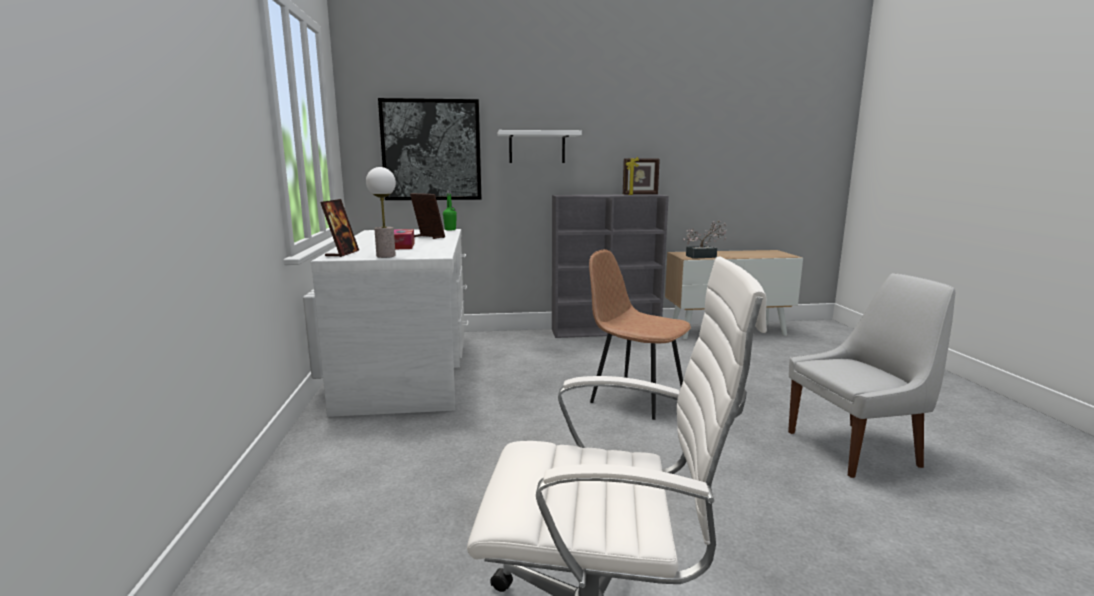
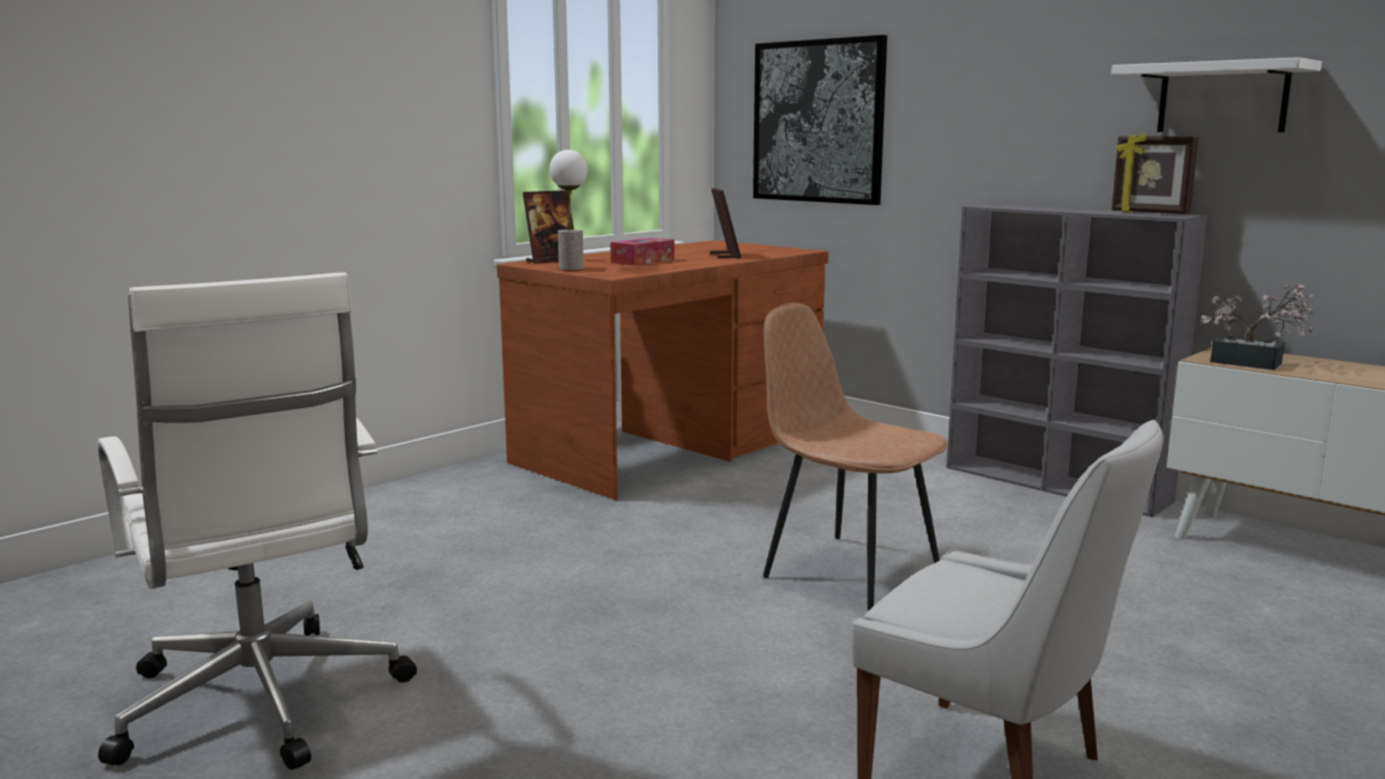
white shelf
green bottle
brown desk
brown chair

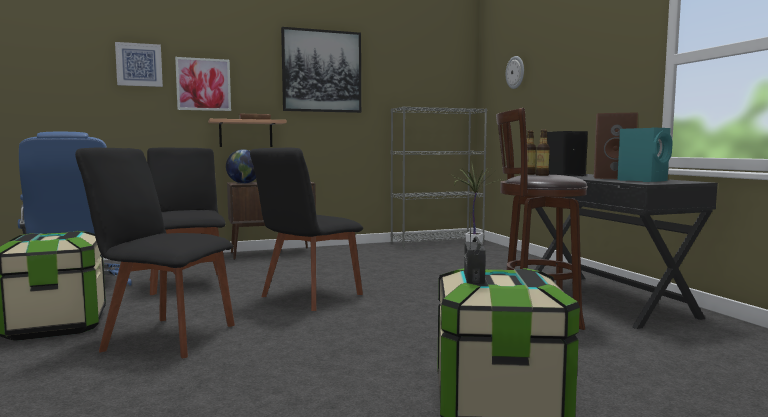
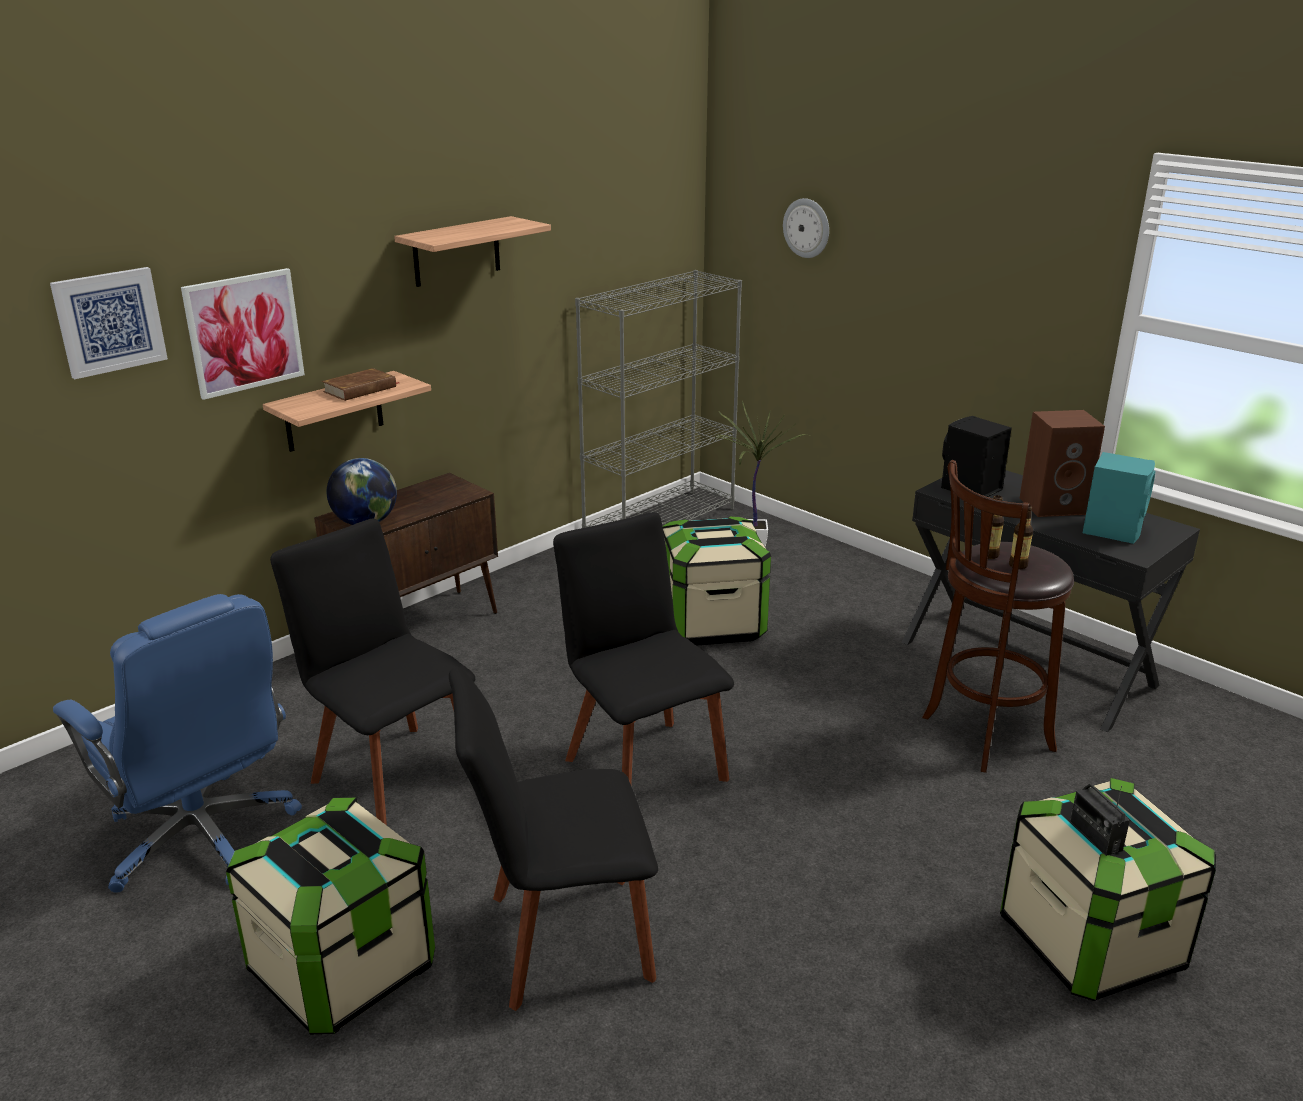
shelf (no. 2 from left)
black chair (no. 3 from left)
storage box (no. 2 from left)

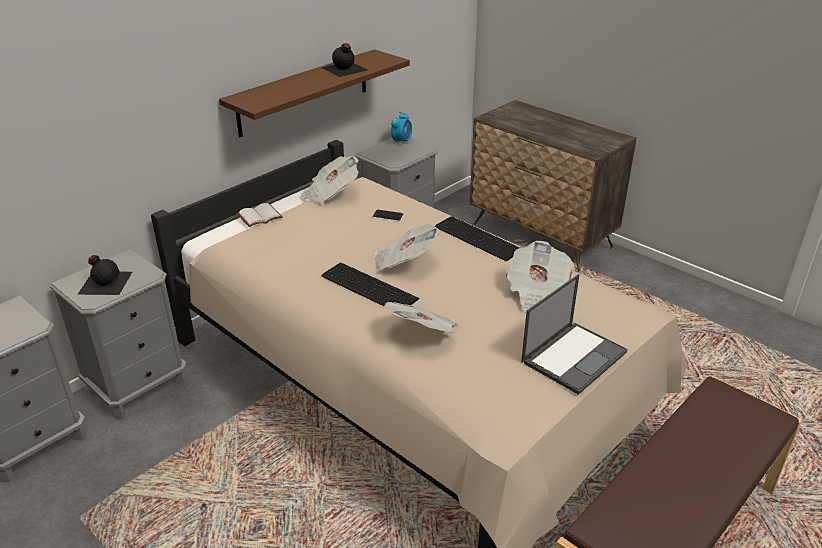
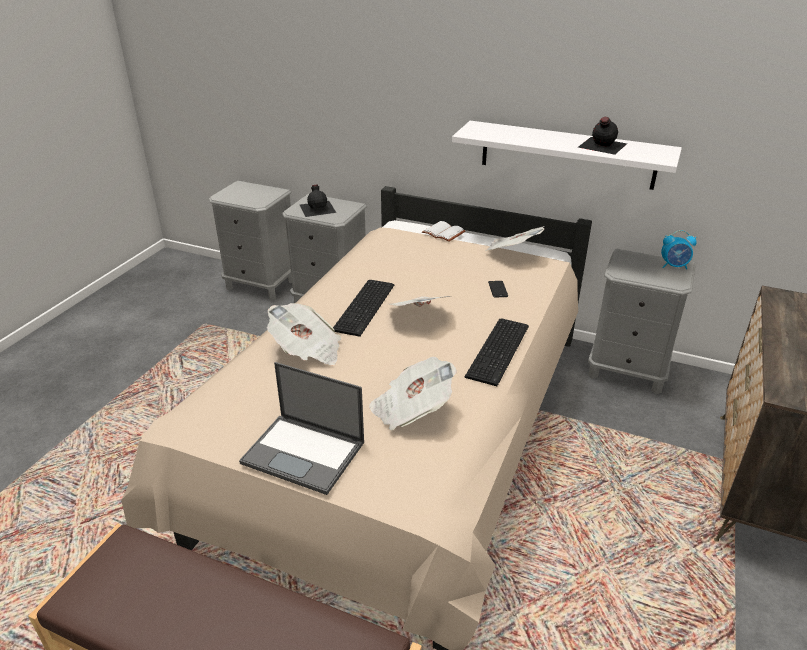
white shelf

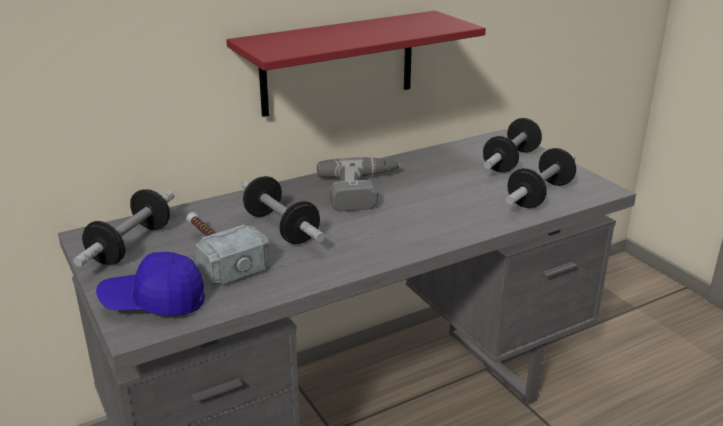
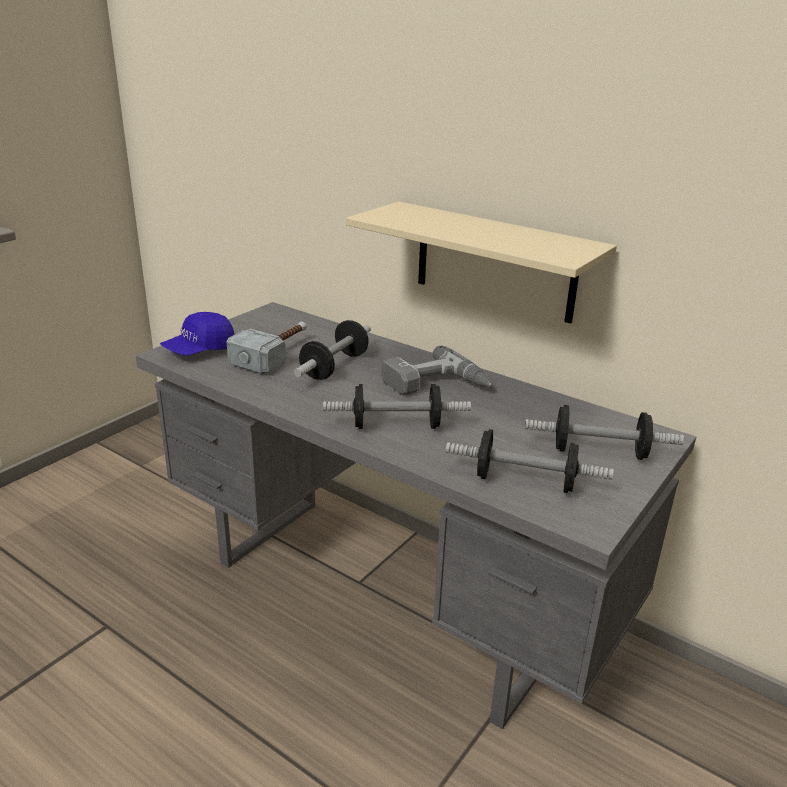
beige shelf
dumbbell (no. 2 from left)
blue cap

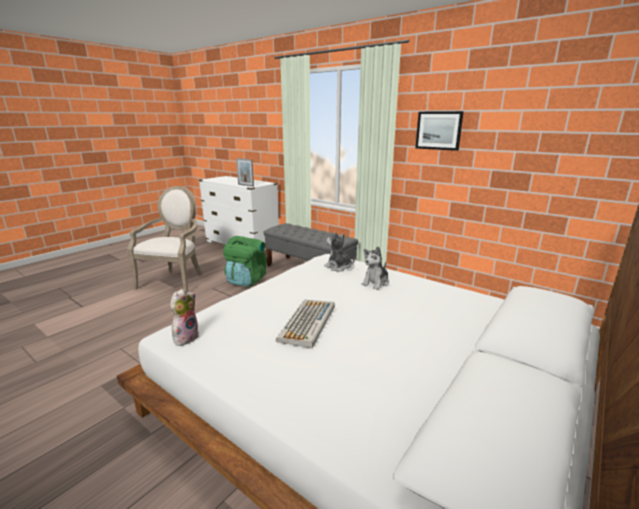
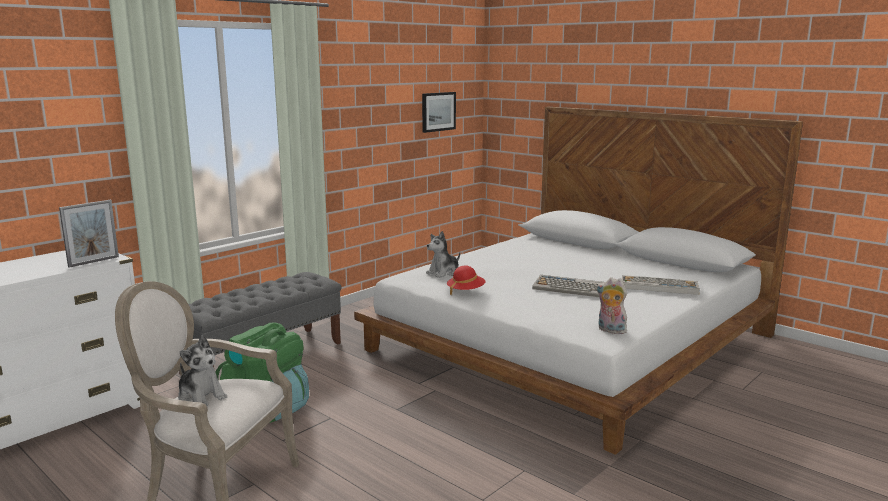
picture
plush toy (no. 1 from left)
red hat
keyboard (no. 2 from left)

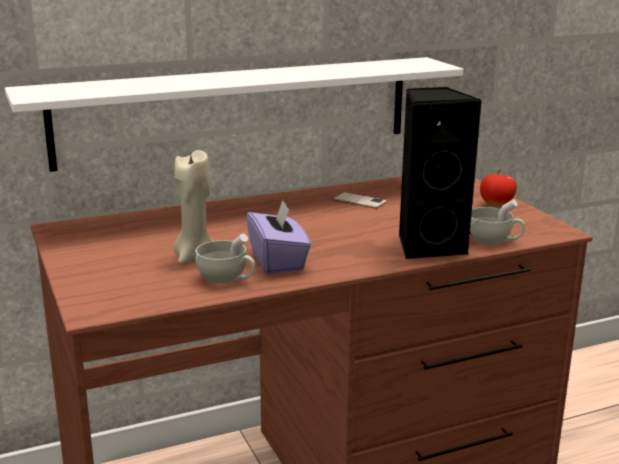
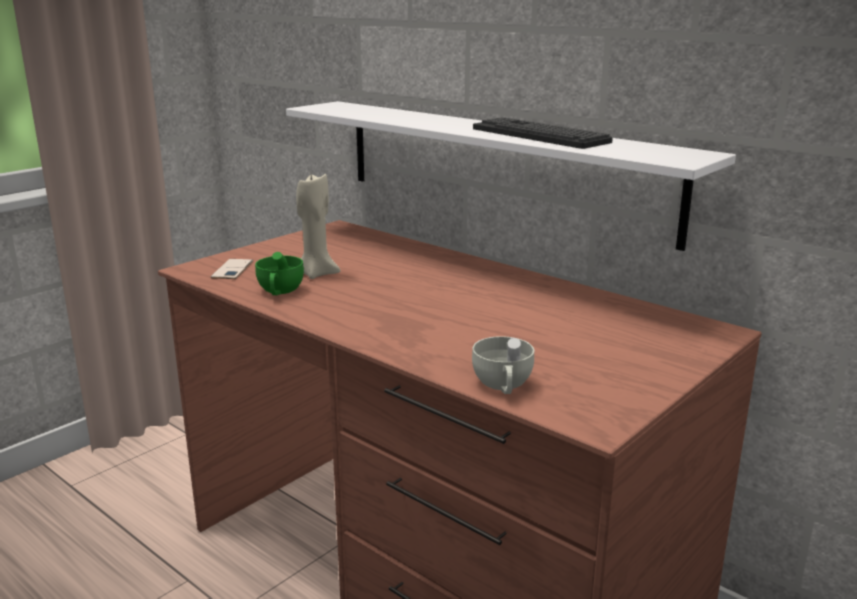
black speaker
apple
phone
purple tissue box
green cup
keyboard

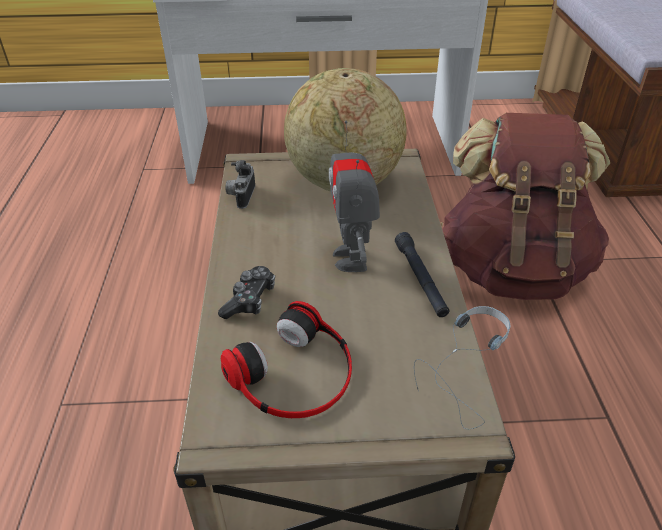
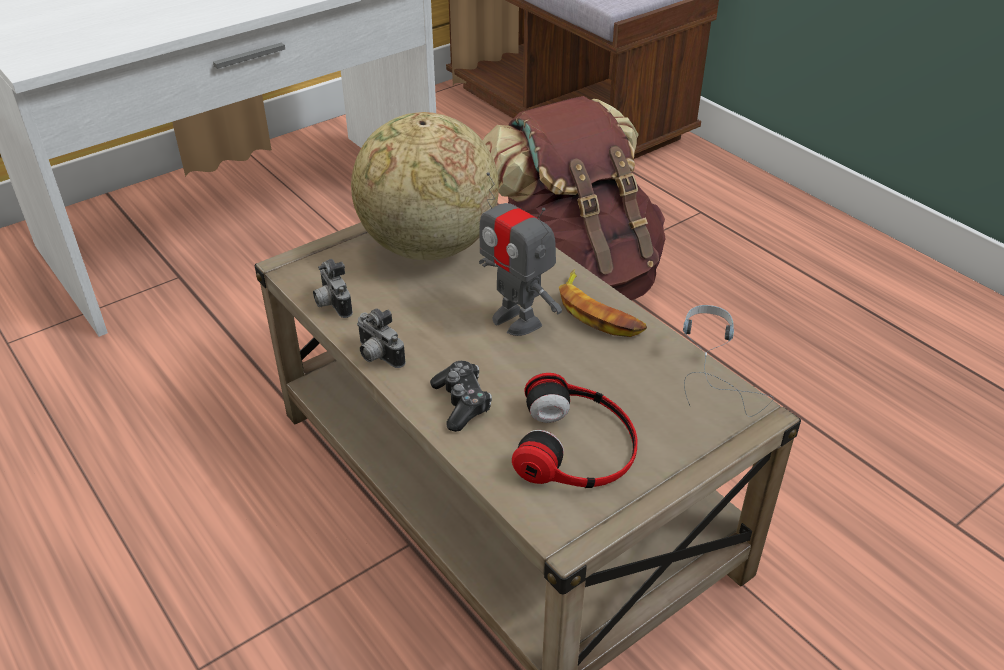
banana
photo camera (no. 2 from left)

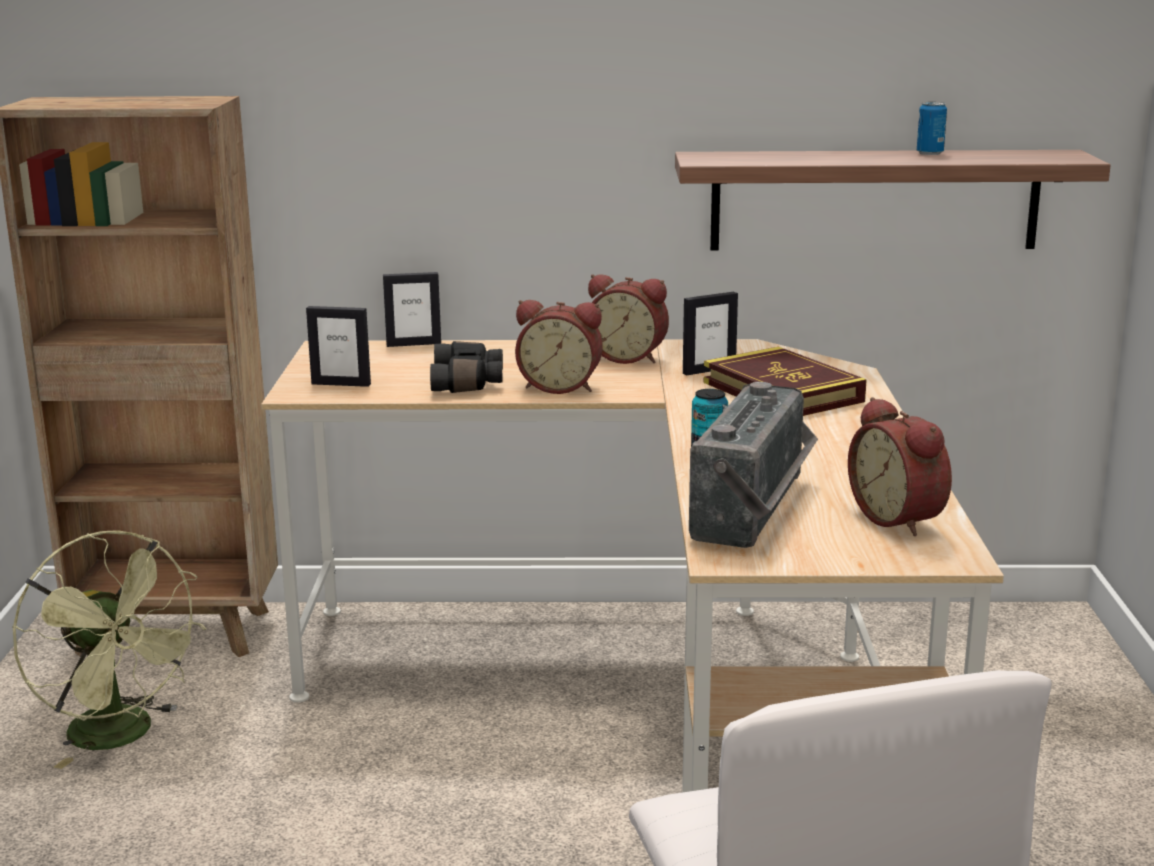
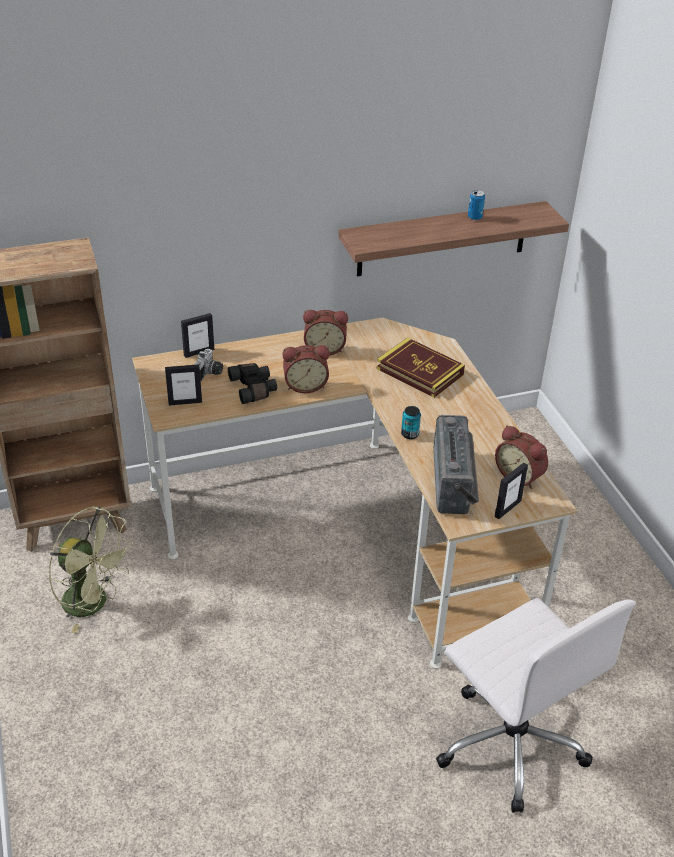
picture frame (no. 3 from left)
photo camera

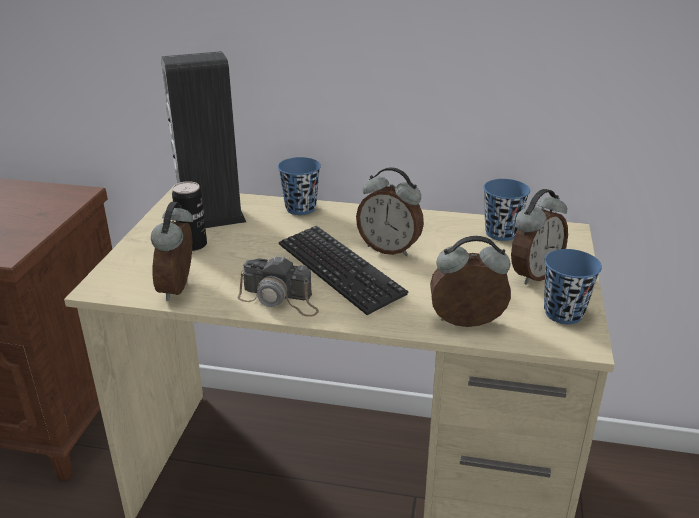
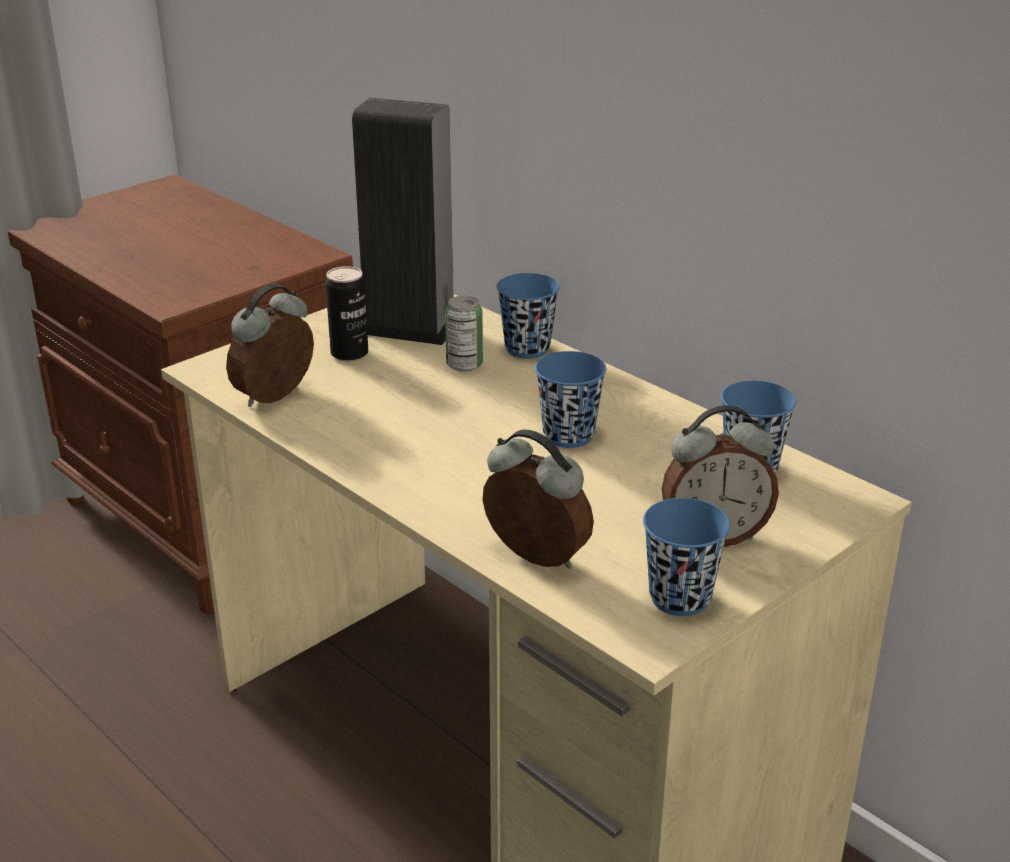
blue cup (no. 2 from left)
keyboard
photo camera
can (no. 2 from left)

